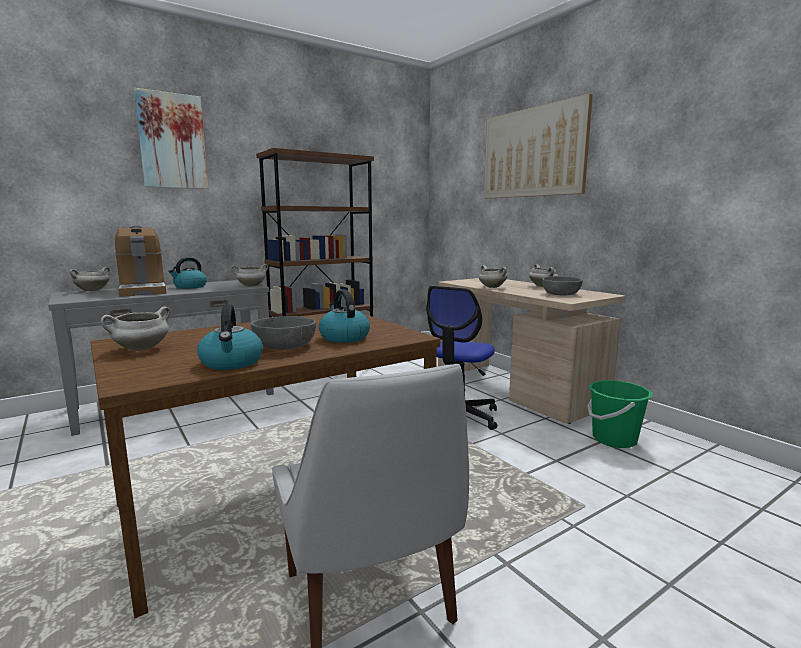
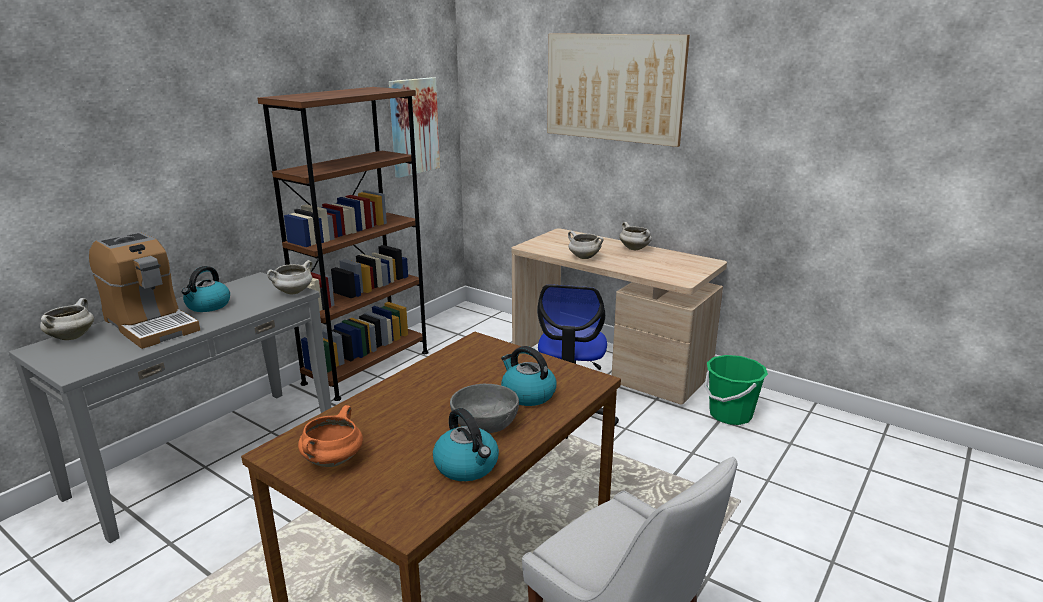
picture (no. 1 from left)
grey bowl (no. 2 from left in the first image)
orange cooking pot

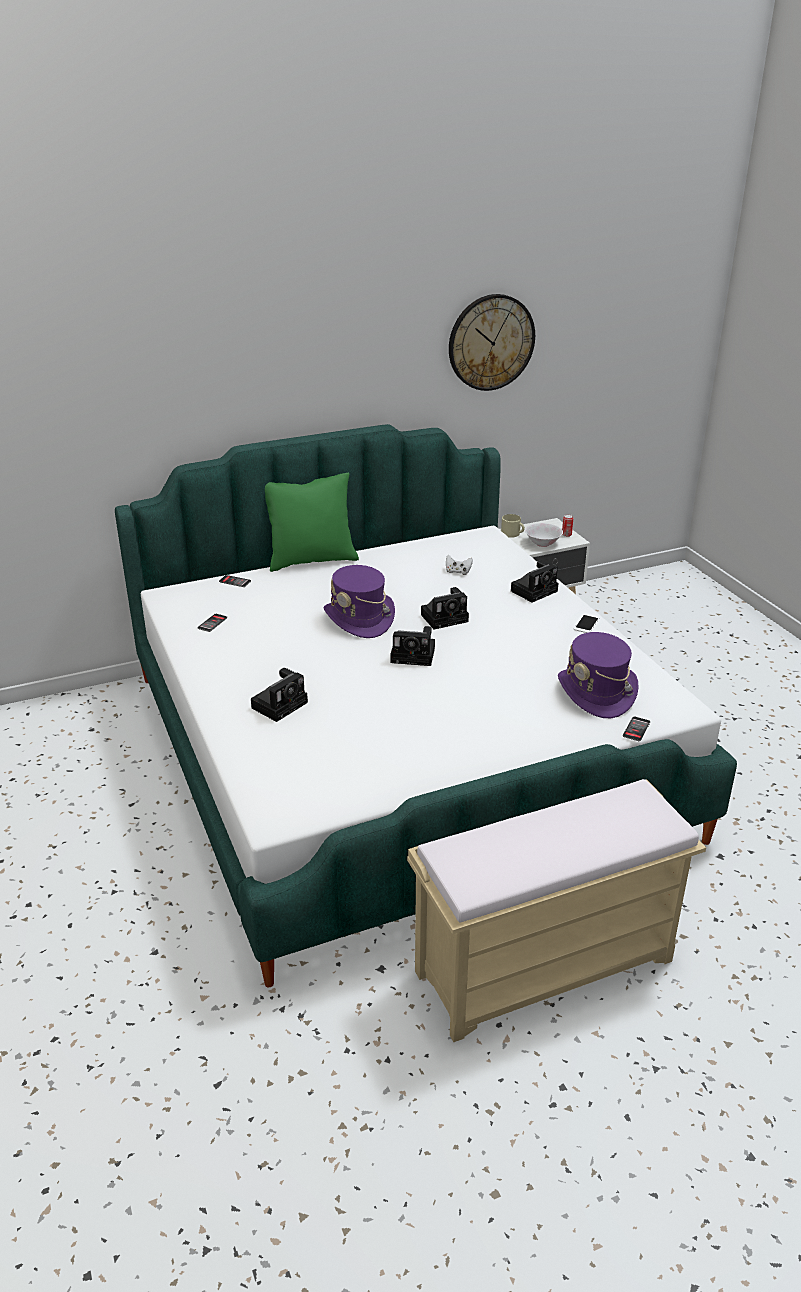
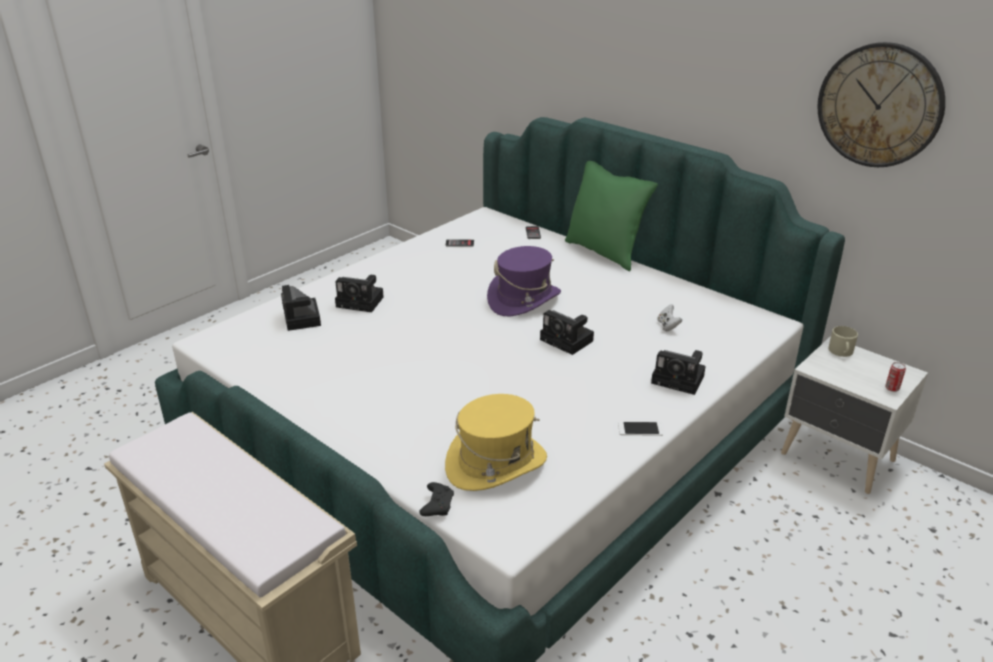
white bowl
photo camera (no. 1 from left)
yellow hat
black game controller

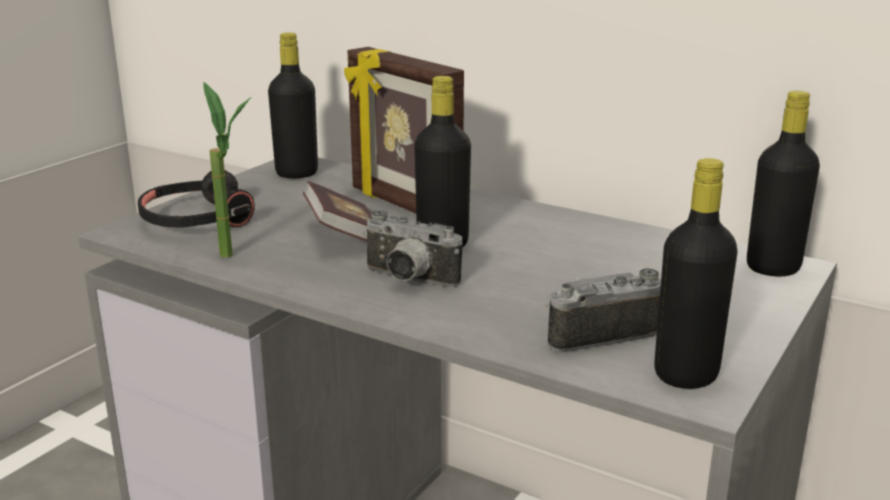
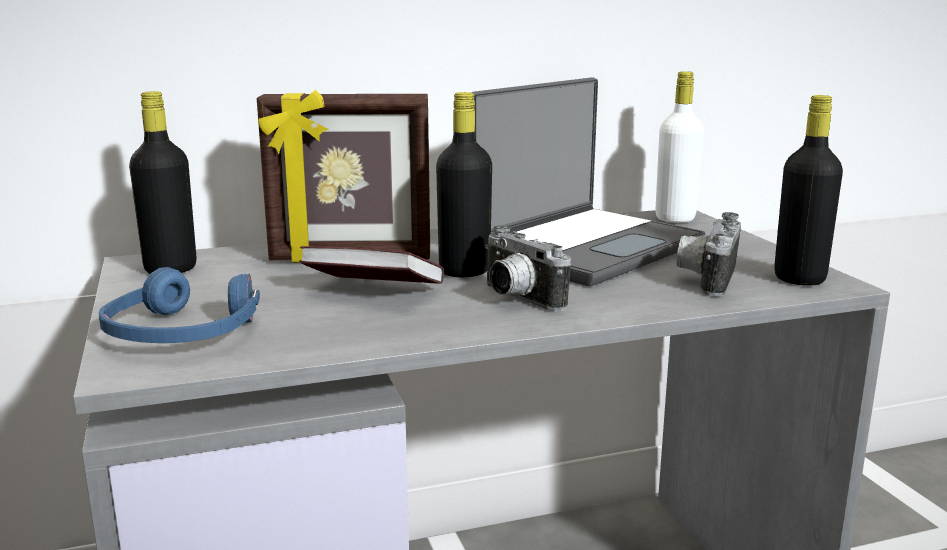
potted plant
white bottle
blue headphones
photo camera (no. 1 from left)
laptop

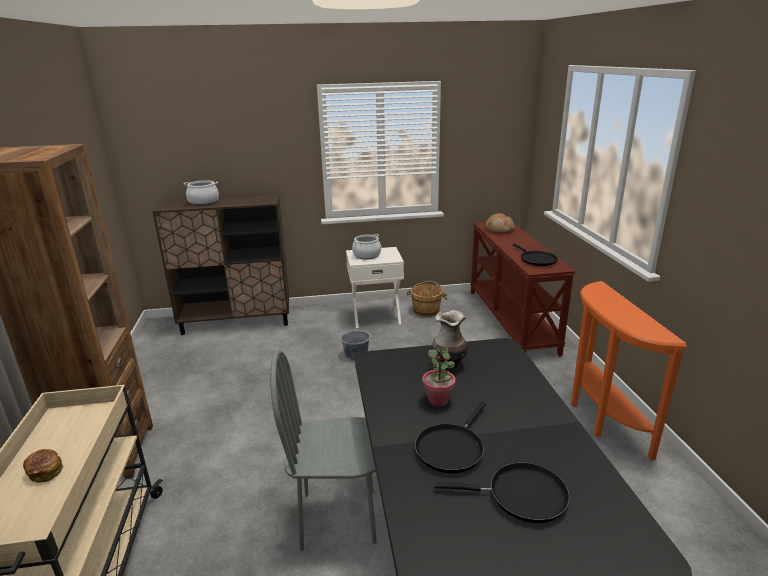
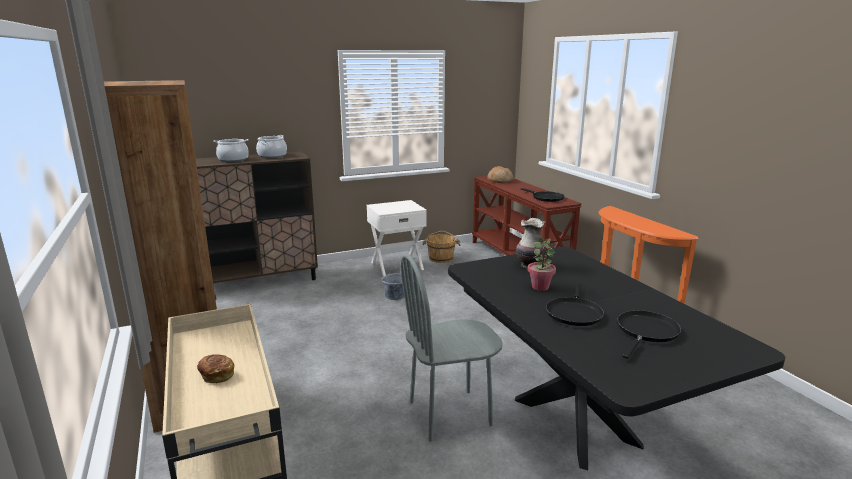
cooking pot (no. 2 from left)
black frying pan (no. 3 from left)

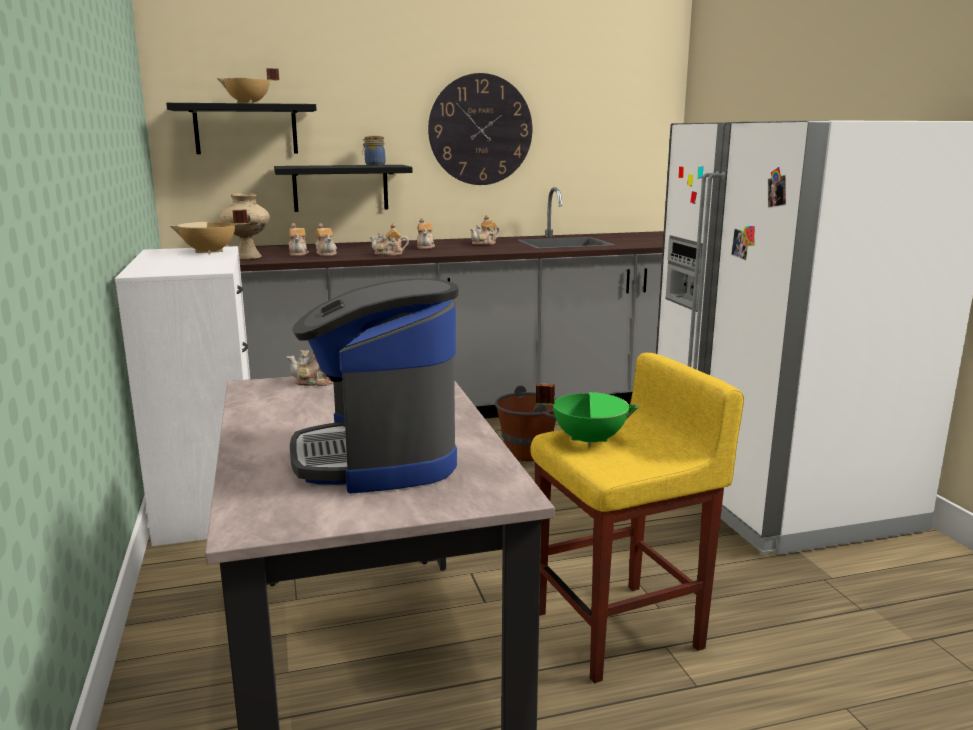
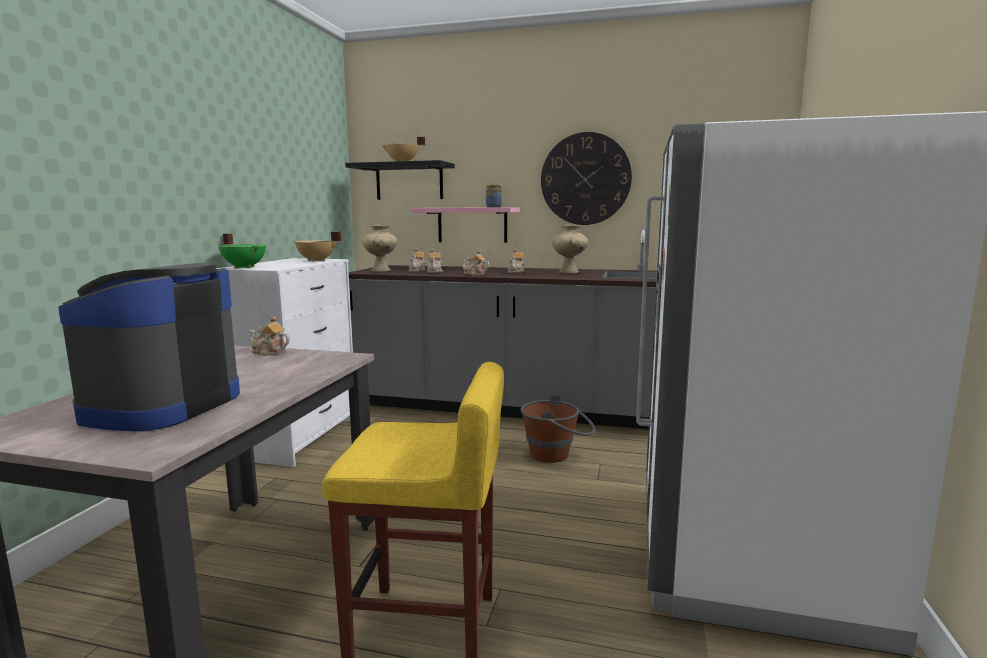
pink shelf
beige vase (no. 2 from left)
green cooking pot

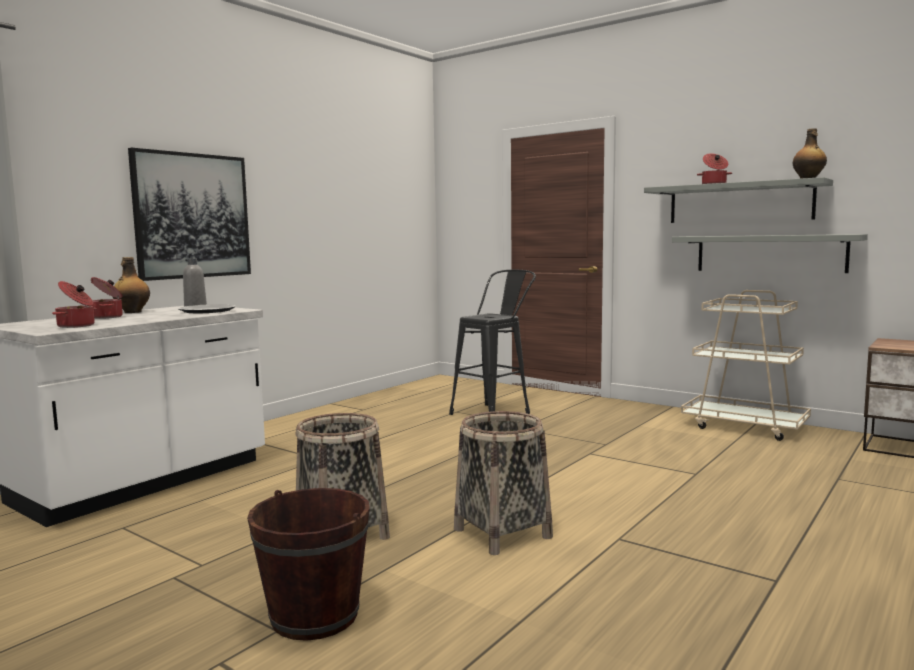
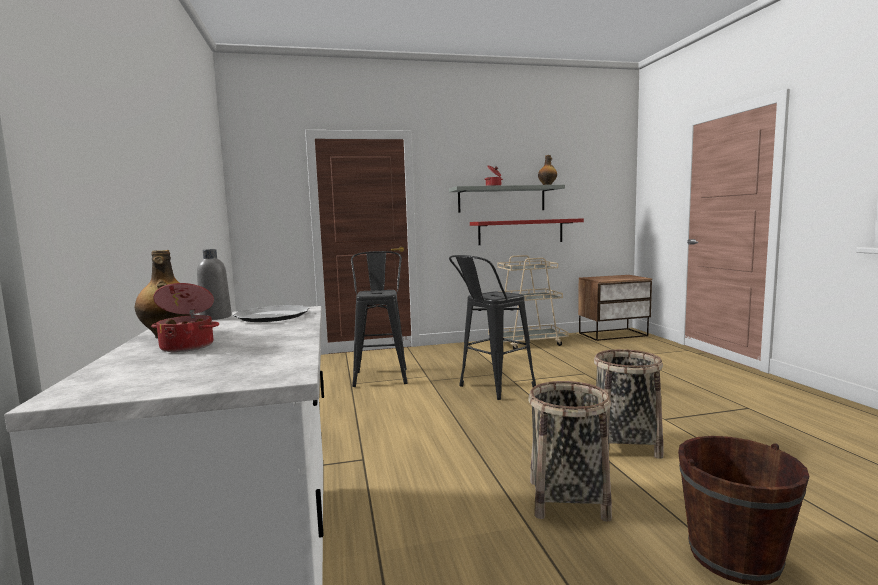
picture
red shelf
cooking pot (no. 1 from left in the first image)
black stool (no. 2 from left)

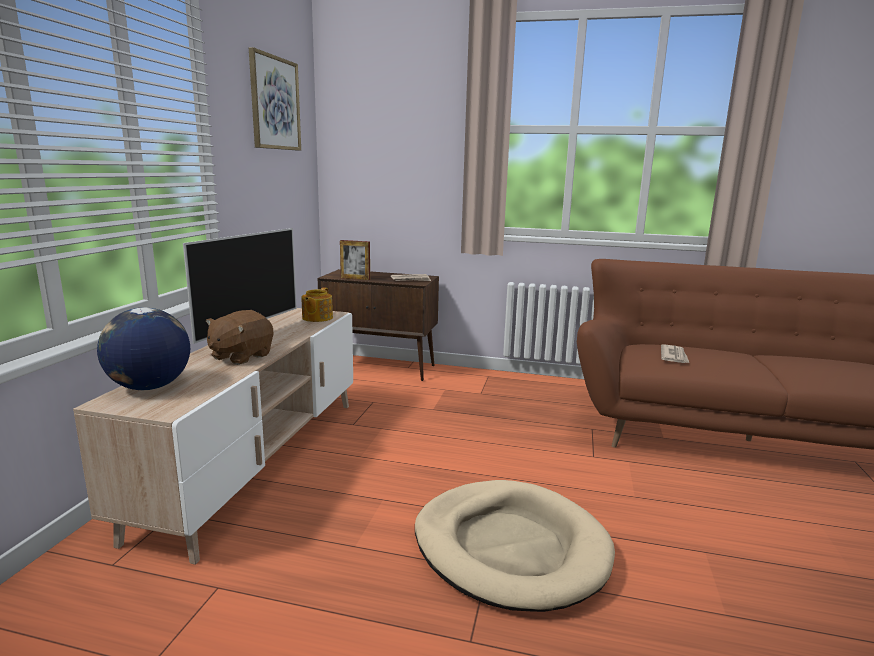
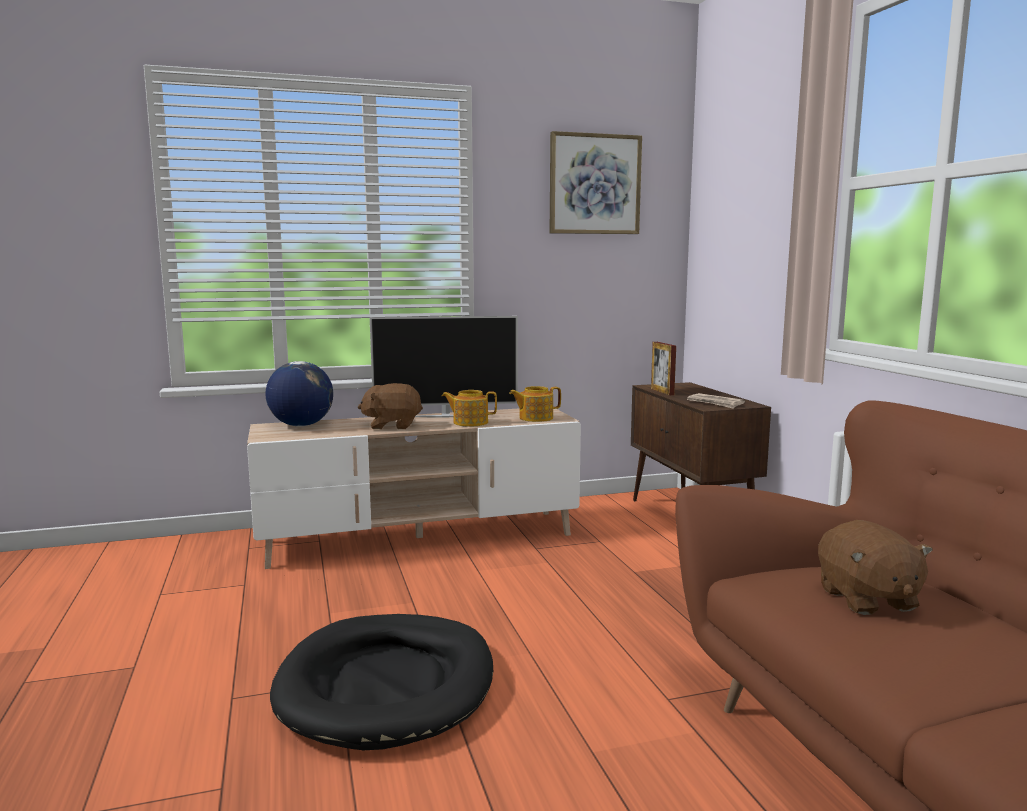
brown plush toy (no. 2 from left)
black dog bed
teapot (no. 1 from left)

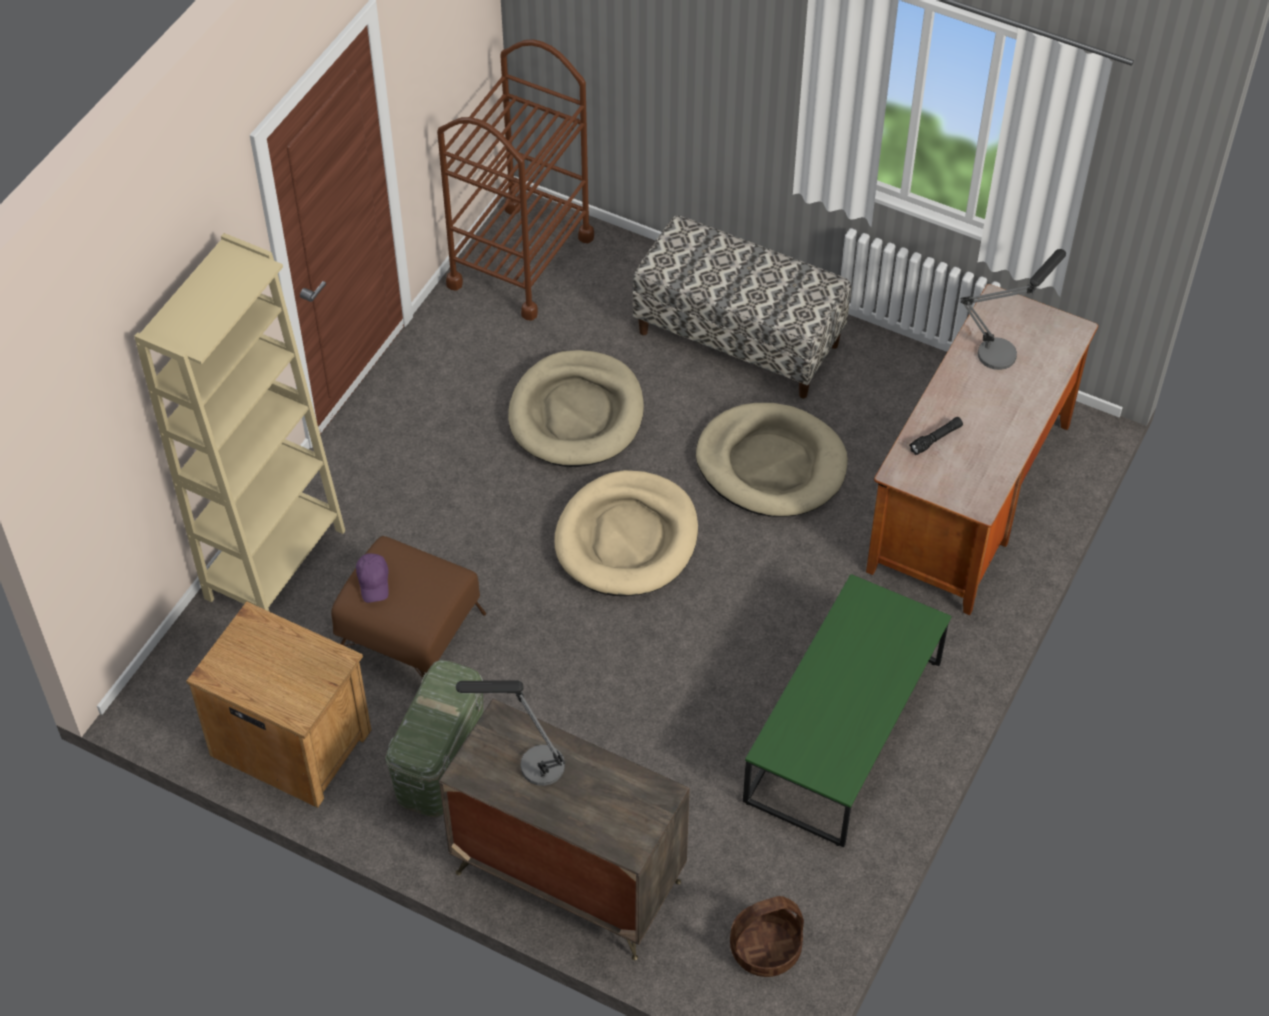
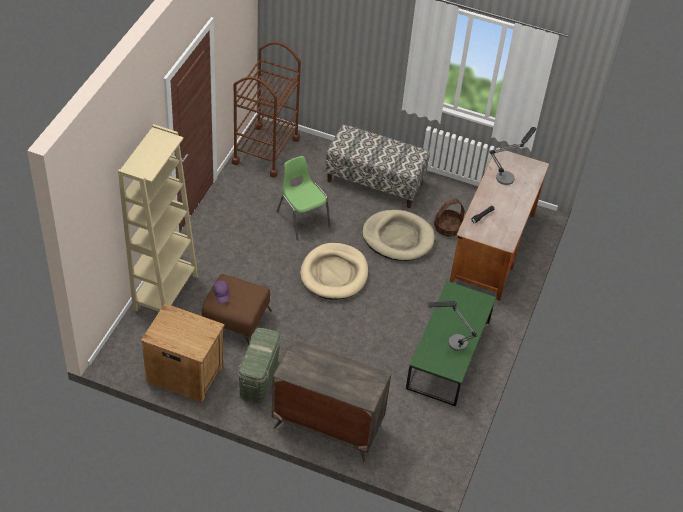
green chair
table lamp (no. 1 from left)
basket

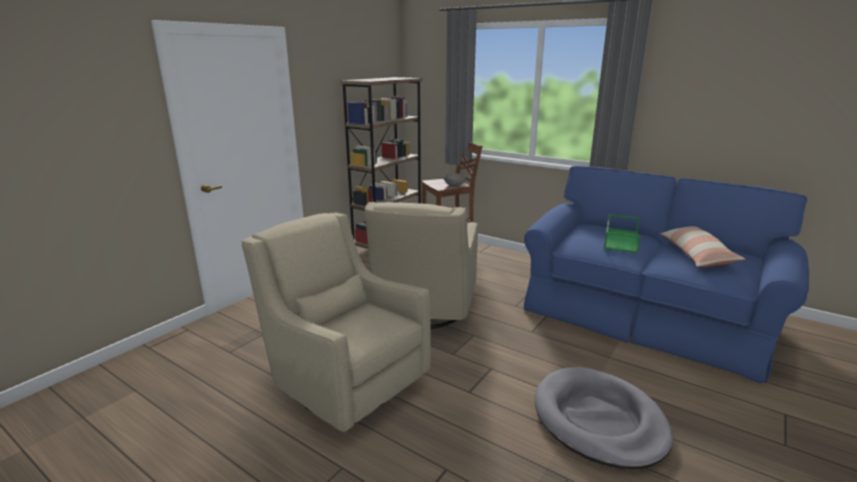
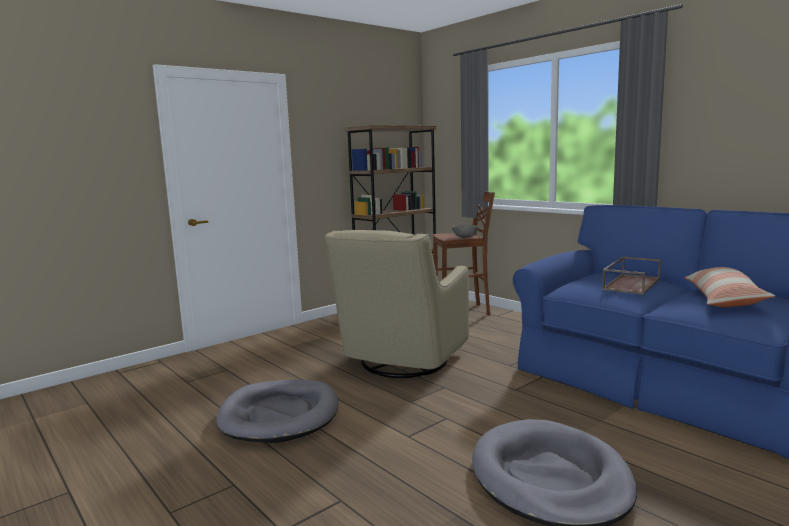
grey dog bed (no. 1 from left)
brown tray

